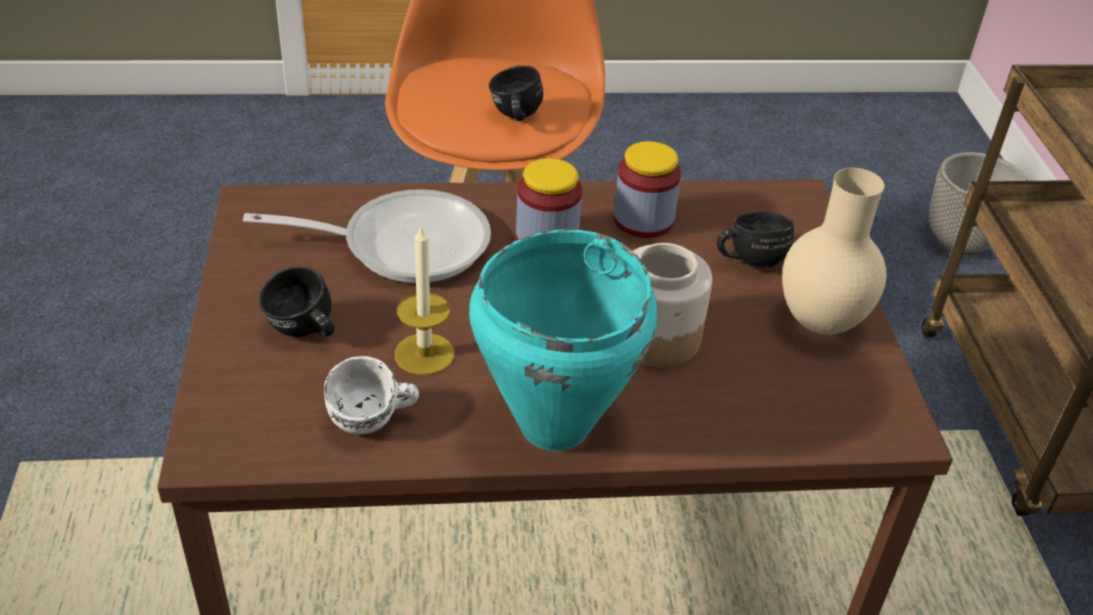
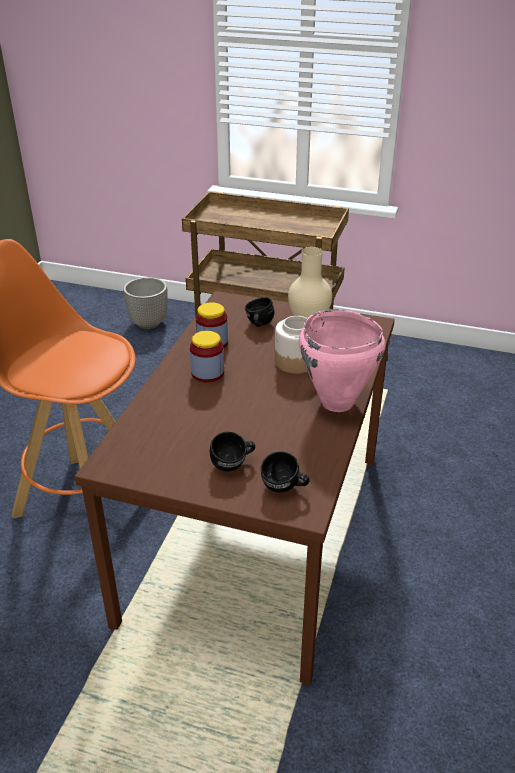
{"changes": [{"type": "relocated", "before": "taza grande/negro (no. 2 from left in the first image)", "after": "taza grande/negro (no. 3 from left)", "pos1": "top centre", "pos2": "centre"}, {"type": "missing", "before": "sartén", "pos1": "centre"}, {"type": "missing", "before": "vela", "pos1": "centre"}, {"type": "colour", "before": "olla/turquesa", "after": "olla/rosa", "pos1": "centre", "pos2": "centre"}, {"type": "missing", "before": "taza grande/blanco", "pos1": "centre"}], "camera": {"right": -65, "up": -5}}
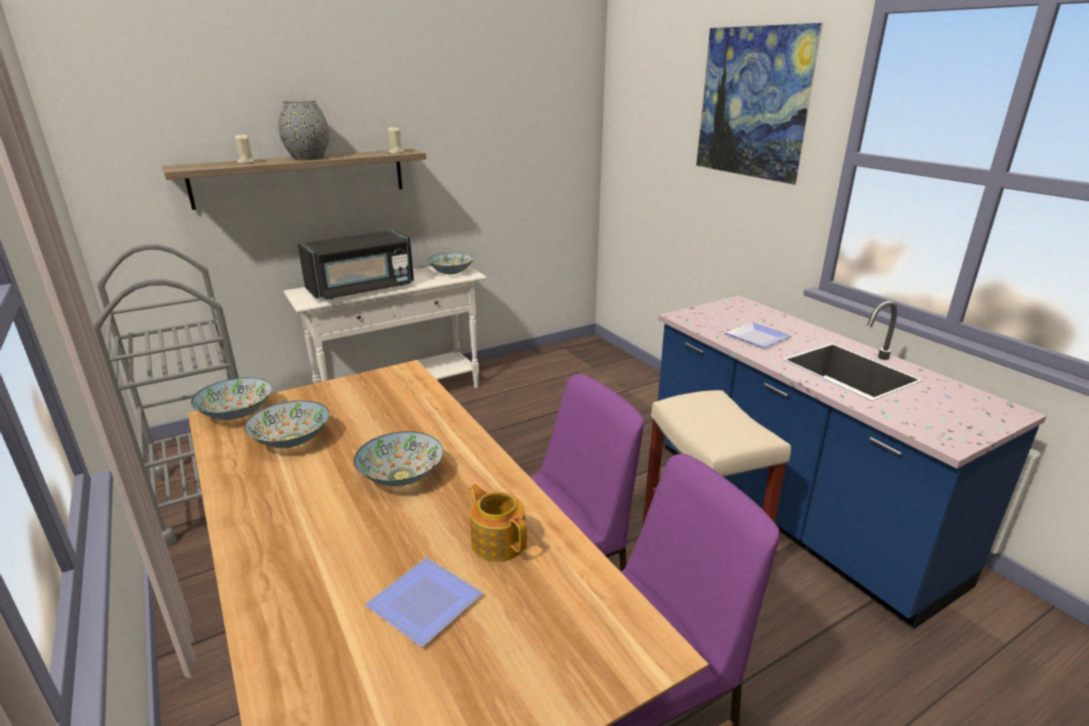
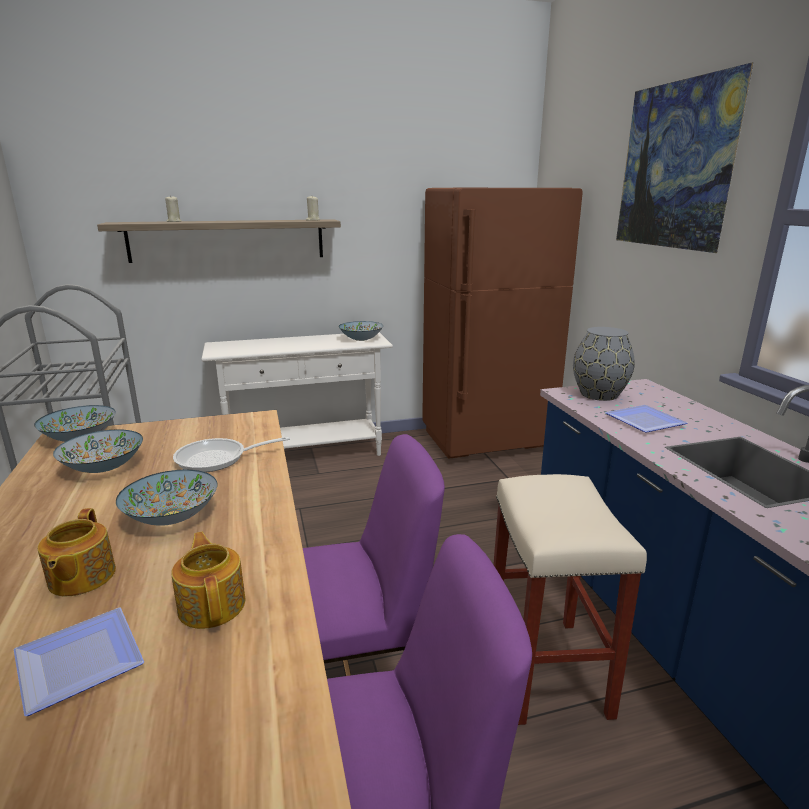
{"changes": [{"type": "relocated", "before": "florero/gris", "pos1": "top left", "pos2": "middle right"}, {"type": "missing", "before": "microondas/negro", "pos1": "middle left"}, {"type": "appeared", "after": "nevera/marrón", "pos2": "centre"}, {"type": "appeared", "after": "sartén", "pos2": "middle left"}, {"type": "appeared", "after": "tetera (no. 1 from left)", "pos2": "bottom left"}], "camera": {"right": 15, "up": -5}}
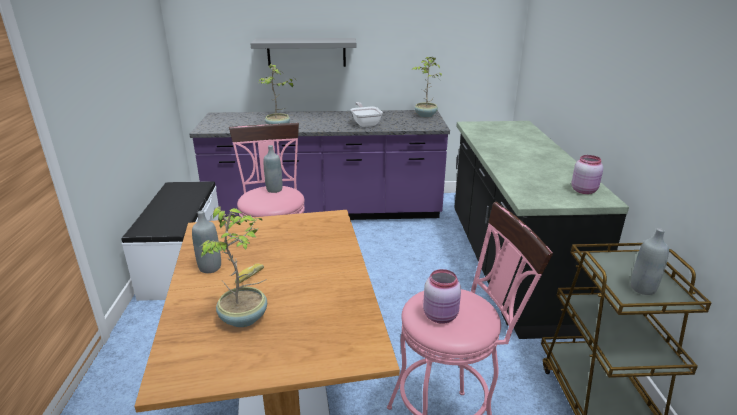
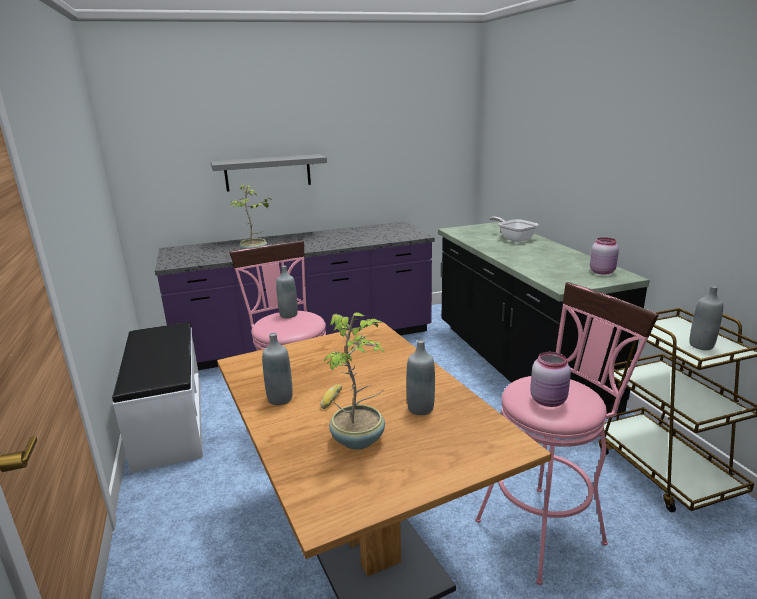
{"changes": [{"type": "missing", "before": "planta en maceta (no. 3 from left)", "pos1": "top centre"}, {"type": "relocated", "before": "sartén", "pos1": "top centre", "pos2": "middle right"}, {"type": "appeared", "after": "botella/gris (no. 3 from left)", "pos2": "centre"}], "camera": {"right": -15, "up": -5}}
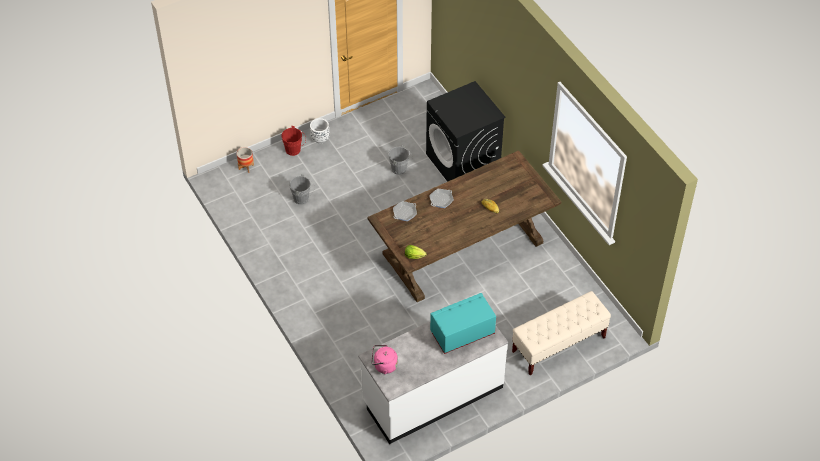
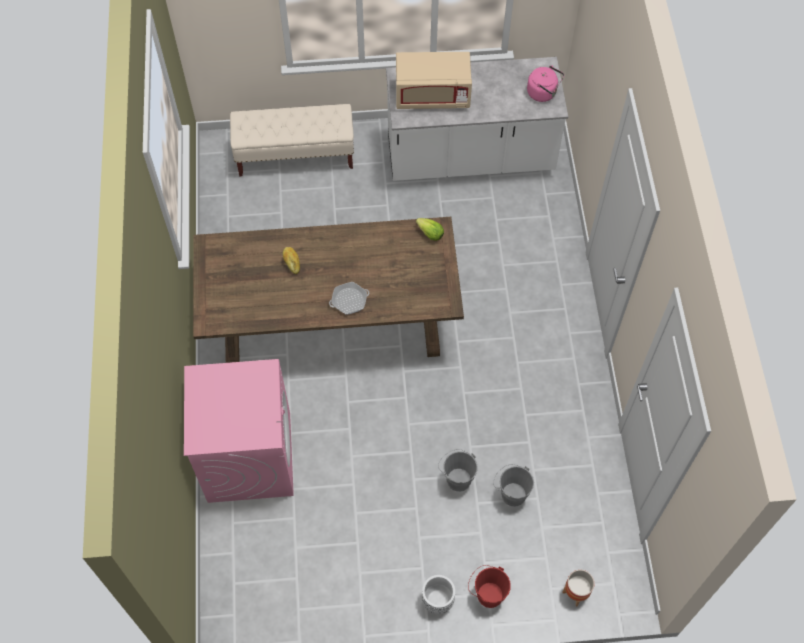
{"changes": [{"type": "colour", "before": "lavadora/negro", "after": "lavadora/rosa", "pos1": "top centre", "pos2": "bottom left"}, {"type": "relocated", "before": "cubo/gris (no. 2 from left in the first image)", "after": "cubo/gris (no. 1 from left)", "pos1": "centre", "pos2": "bottom centre"}, {"type": "missing", "before": "sartén (no. 1 from left)", "pos1": "centre"}, {"type": "colour", "before": "microondas/turquesa", "after": "microondas/beis", "pos1": "bottom centre", "pos2": "top centre"}], "camera": {"right": -155, "up": 10}}
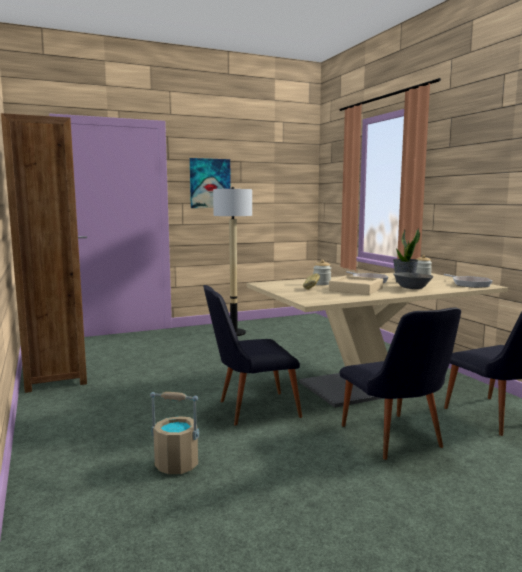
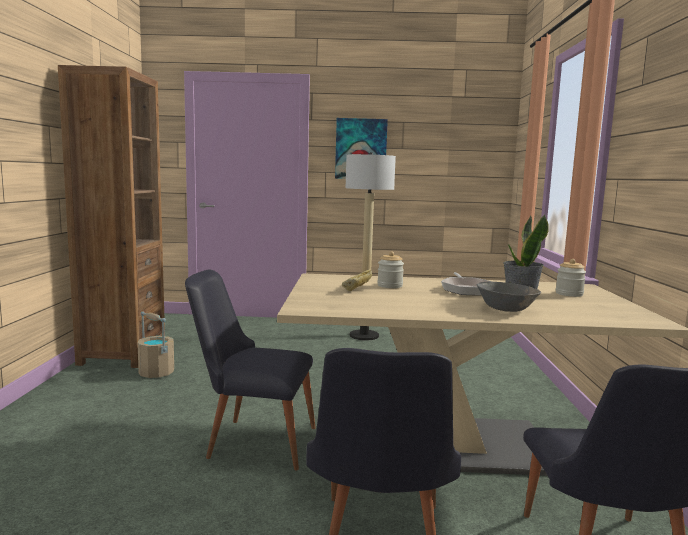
{"changes": [{"type": "missing", "before": "sartén (no. 2 from left)", "pos1": "middle right"}, {"type": "missing", "before": "bandeja/beis", "pos1": "middle right"}, {"type": "relocated", "before": "cubo/beis", "pos1": "bottom centre", "pos2": "middle left"}], "camera": {"right": 25, "up": 0}}
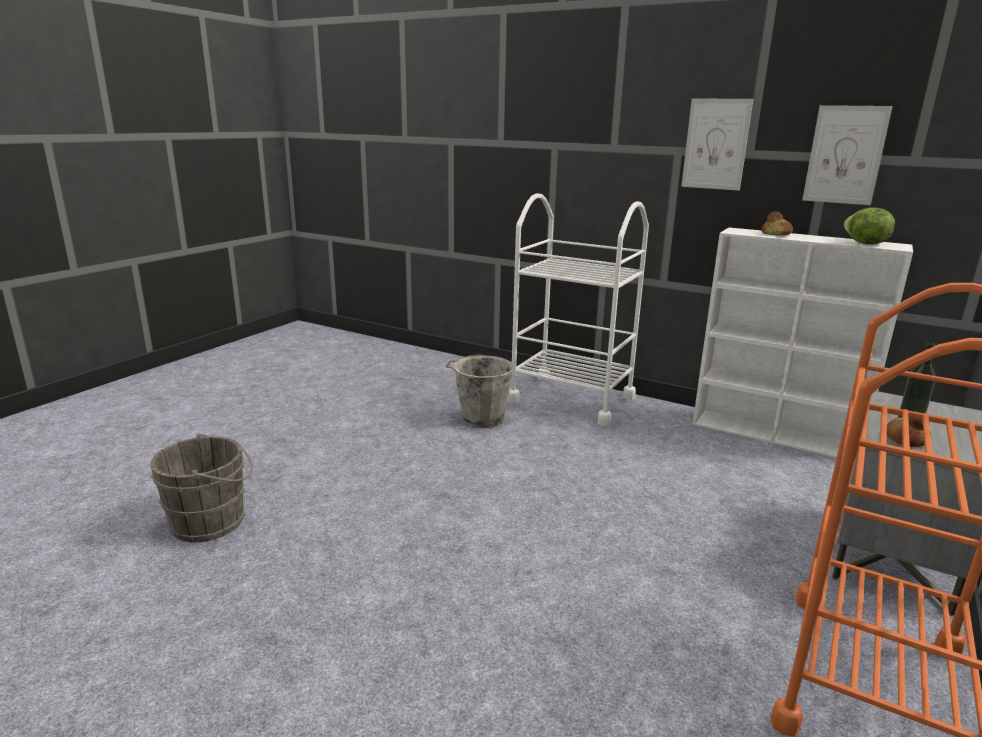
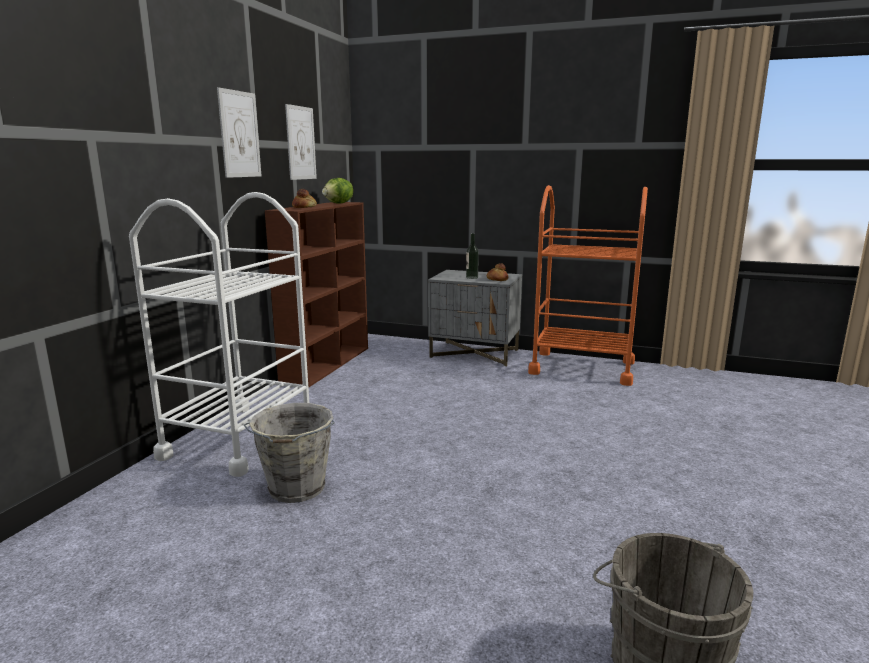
{"changes": [{"type": "colour", "before": "estantería/blanco", "after": "estantería/marrón", "pos1": "middle right", "pos2": "centre"}], "camera": {"right": -100, "up": -5}}
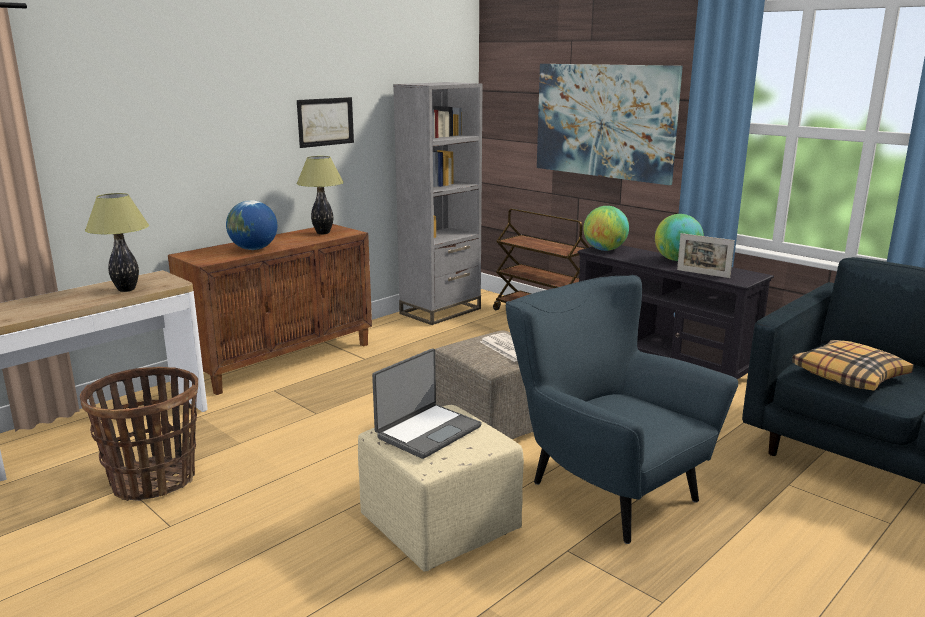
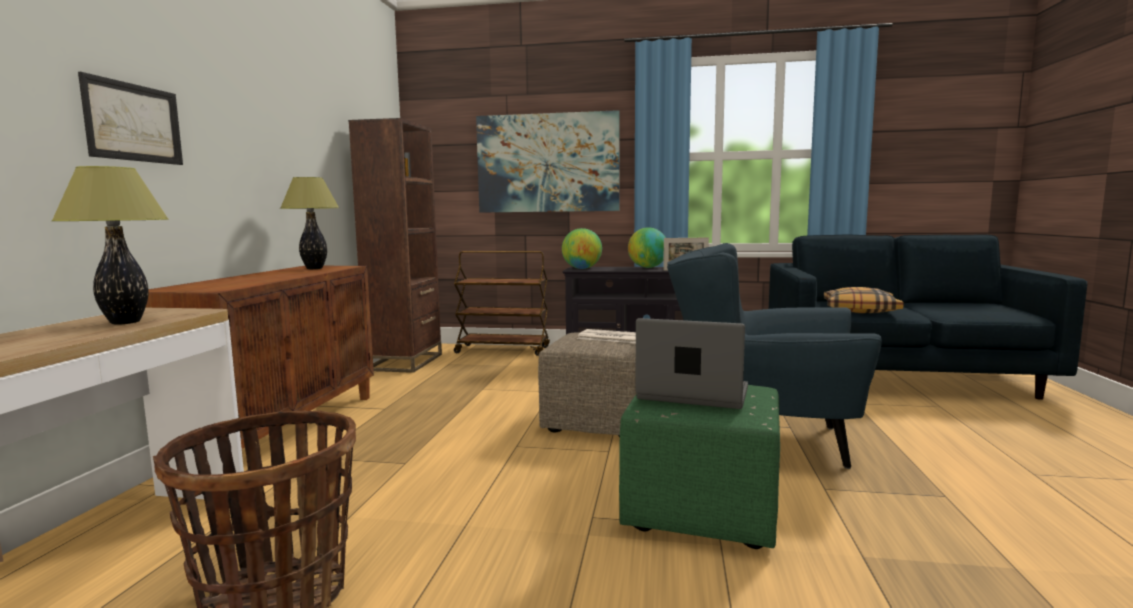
{"changes": [{"type": "colour", "before": "estantería/gris", "after": "estantería/marrón", "pos1": "top centre", "pos2": "centre"}, {"type": "relocated", "before": "cuadro (no. 1 from left)", "pos1": "top centre", "pos2": "top left"}, {"type": "missing", "before": "globo terráqueo (no. 1 from left)", "pos1": "middle left"}, {"type": "spun", "before": "portátil", "pos1": "centre", "pos2": "centre", "turn": -75}, {"type": "colour", "before": "puf/beis (no. 1 from left)", "after": "puf/verde", "pos1": "bottom centre", "pos2": "bottom centre"}], "camera": {"right": -35, "up": -10}}
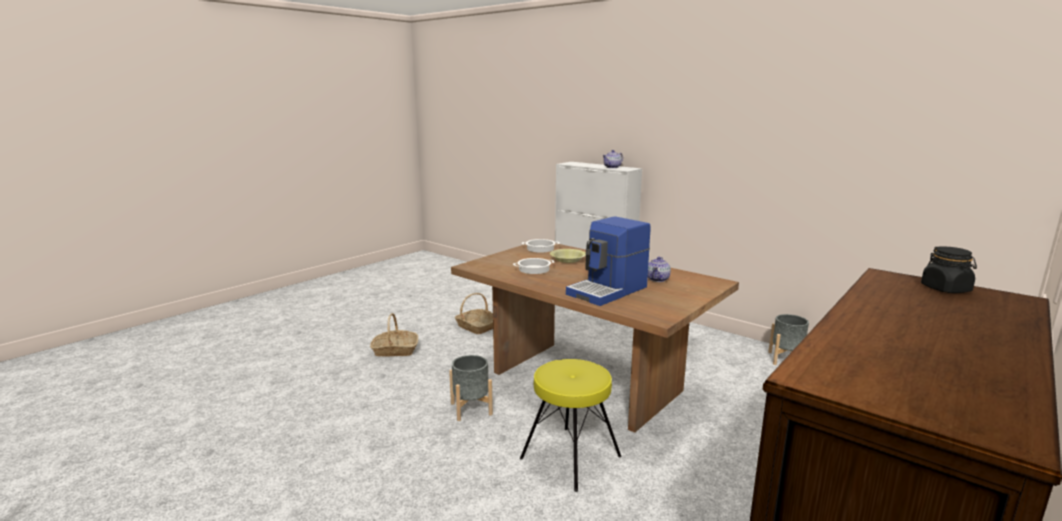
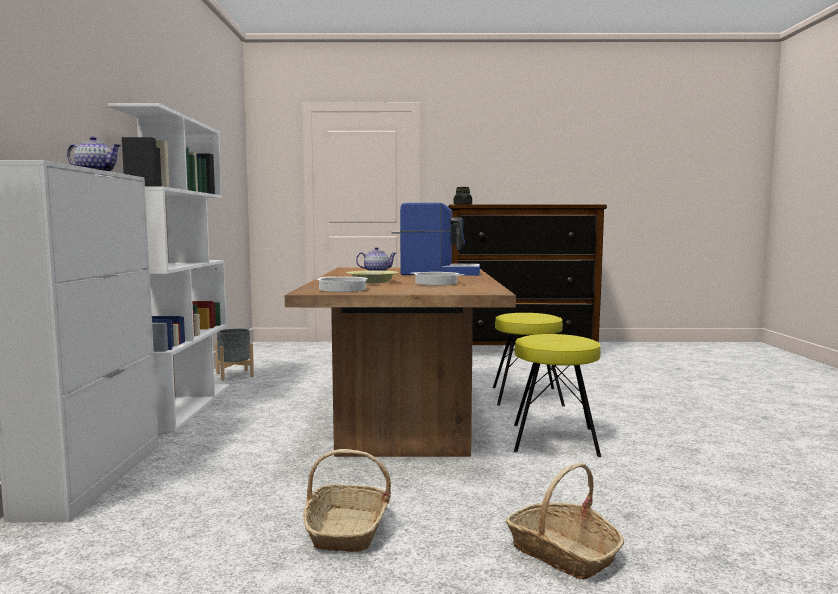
{"changes": [{"type": "exchanged", "before": "maceta/gris (no. 1 from left)", "after": "taburete/amarillo (no. 2 from left)", "pos1": "bottom centre", "pos2": "centre"}, {"type": "appeared", "after": "estantería/blanco", "pos2": "middle left"}], "camera": {"right": -130, "up": -10}}
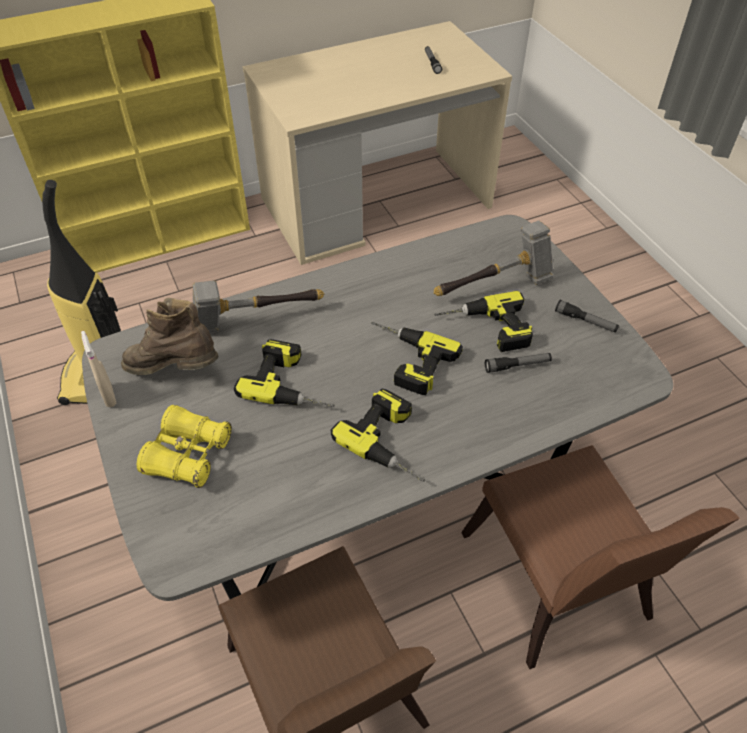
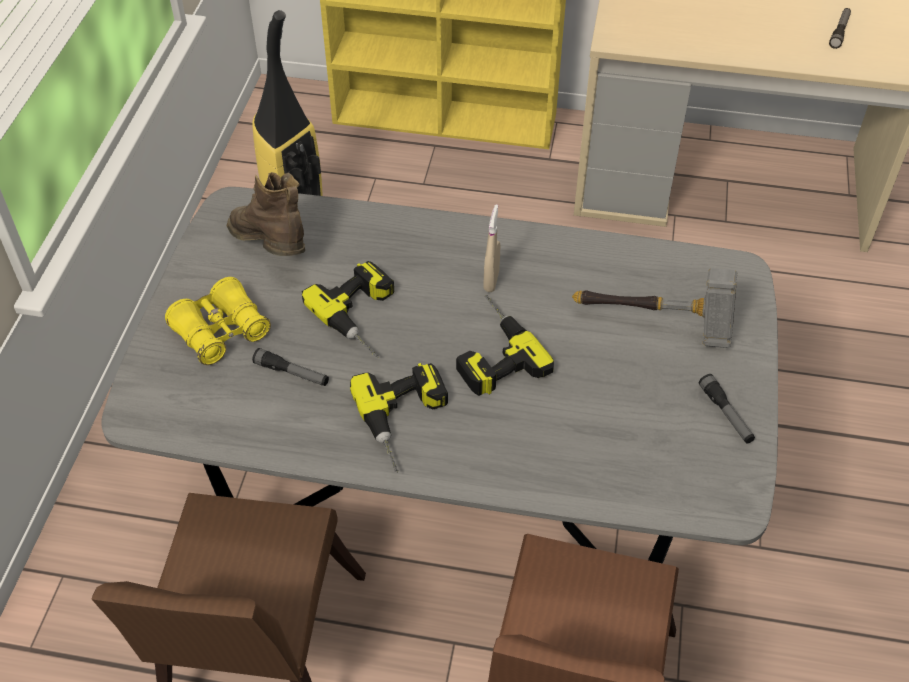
{"changes": [{"type": "missing", "before": "martillo (no. 1 from left)", "pos1": "centre"}, {"type": "missing", "before": "taladro (no. 4 from left)", "pos1": "centre"}, {"type": "relocated", "before": "pulverizador/beis", "pos1": "middle left", "pos2": "centre"}, {"type": "relocated", "before": "linterna (no. 2 from left in the first image)", "after": "linterna (no. 1 from left)", "pos1": "middle right", "pos2": "middle left"}], "camera": {"right": 35, "up": 0}}
